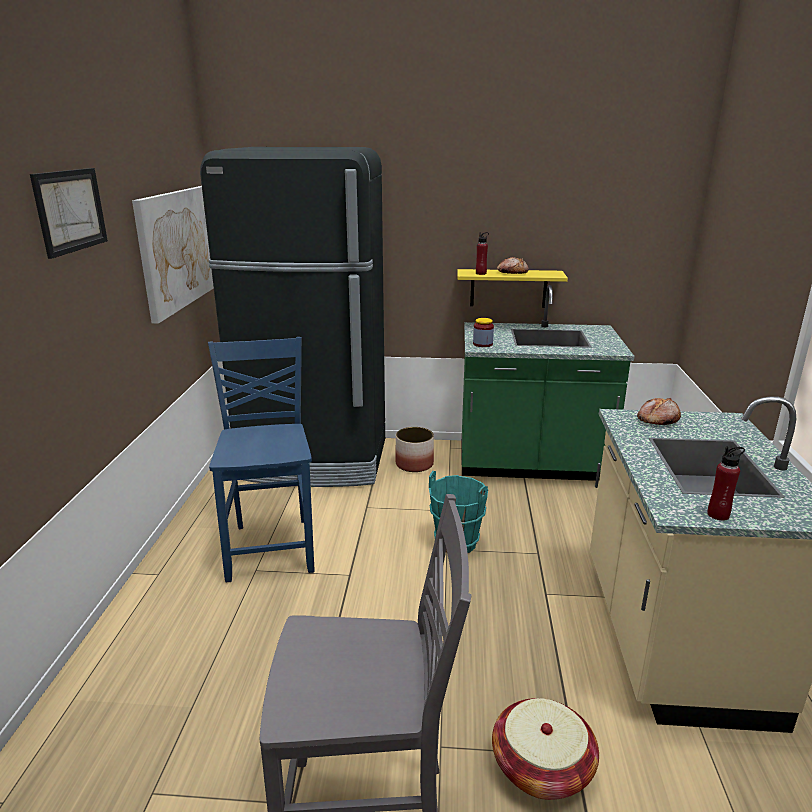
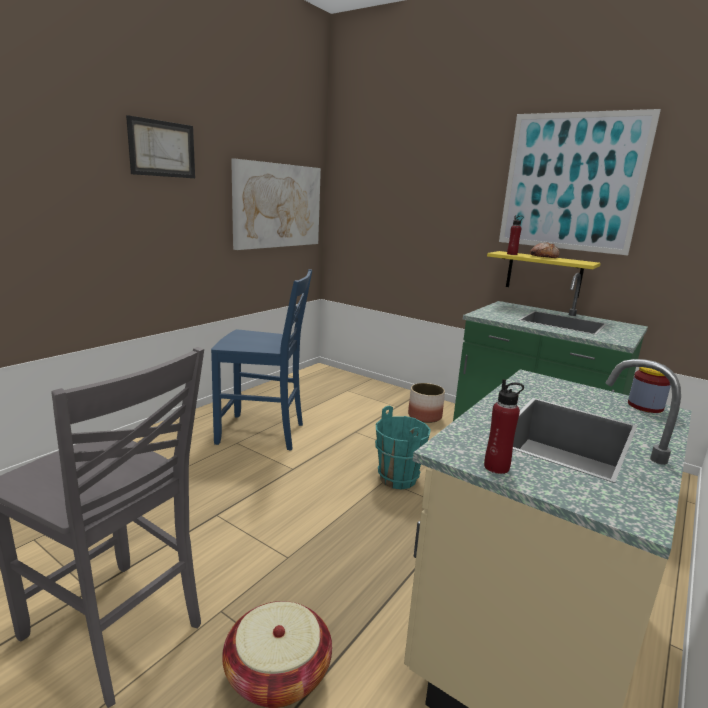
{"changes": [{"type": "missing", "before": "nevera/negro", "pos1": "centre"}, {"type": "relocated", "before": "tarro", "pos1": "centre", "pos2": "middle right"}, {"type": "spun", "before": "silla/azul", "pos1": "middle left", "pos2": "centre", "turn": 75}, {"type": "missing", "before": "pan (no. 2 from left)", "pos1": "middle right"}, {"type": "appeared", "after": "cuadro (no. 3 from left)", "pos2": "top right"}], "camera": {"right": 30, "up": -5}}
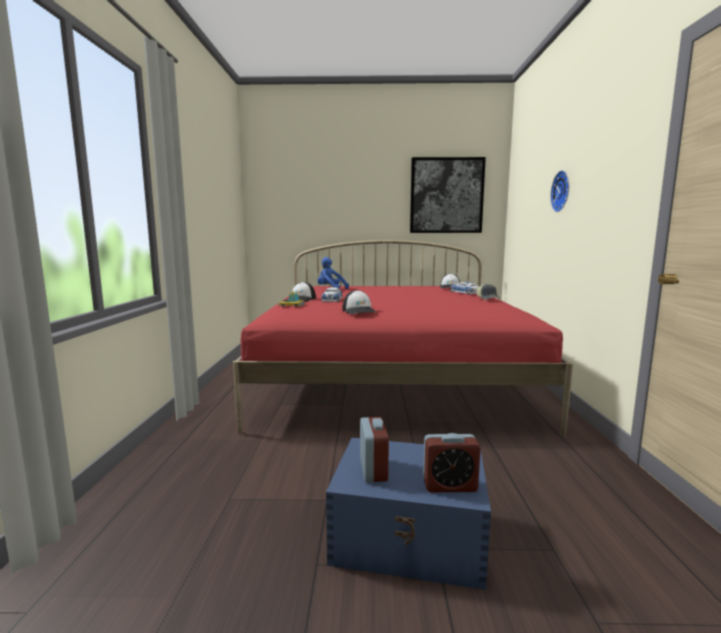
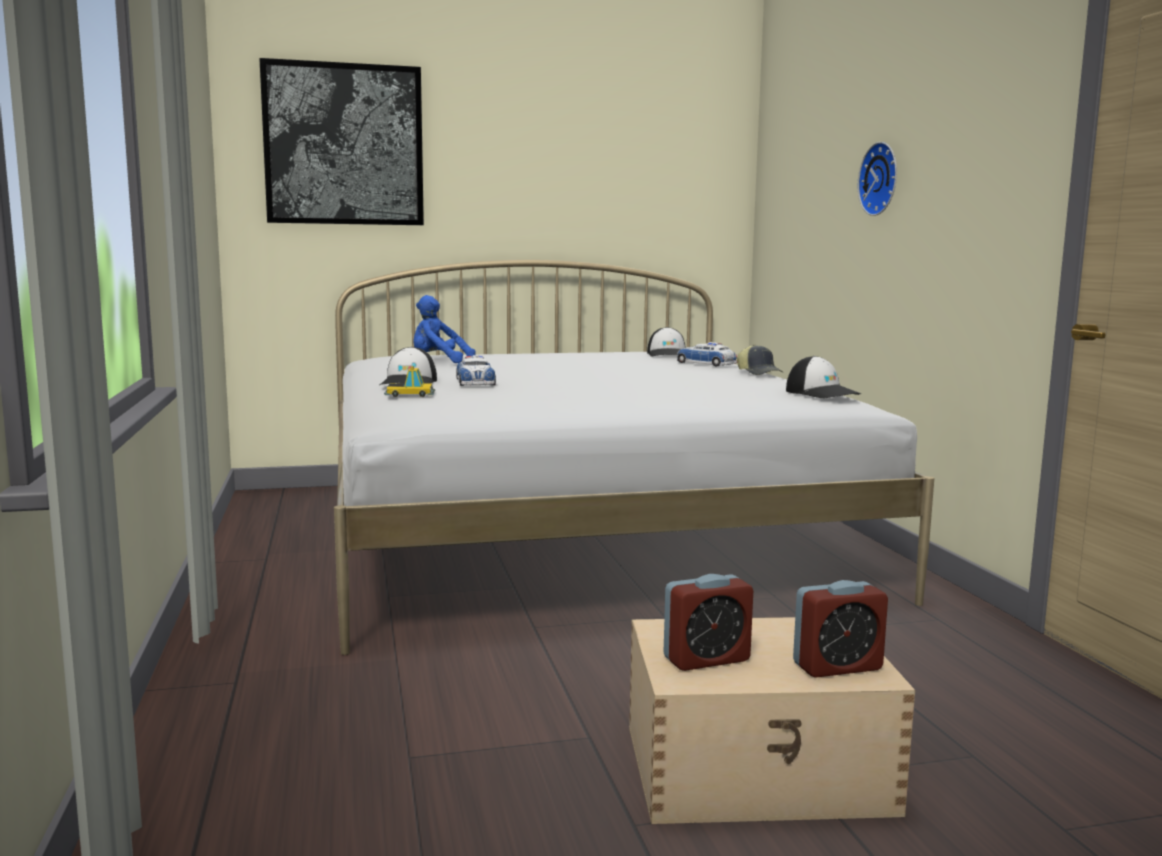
{"changes": [{"type": "relocated", "before": "cuadro", "pos1": "top centre", "pos2": "top left"}, {"type": "colour", "before": "cama/rojo", "after": "cama/blanco", "pos1": "centre", "pos2": "centre"}, {"type": "relocated", "before": "gorra (no. 2 from left in the first image)", "after": "gorra (no. 4 from left)", "pos1": "centre", "pos2": "middle right"}, {"type": "spun", "before": "despertador (no. 1 from left)", "pos1": "bottom centre", "pos2": "bottom centre", "turn": 90}, {"type": "colour", "before": "caja de almacenaje/azul", "after": "caja de almacenaje/beis", "pos1": "bottom centre", "pos2": "bottom centre"}], "camera": {"right": -15, "up": 0}}
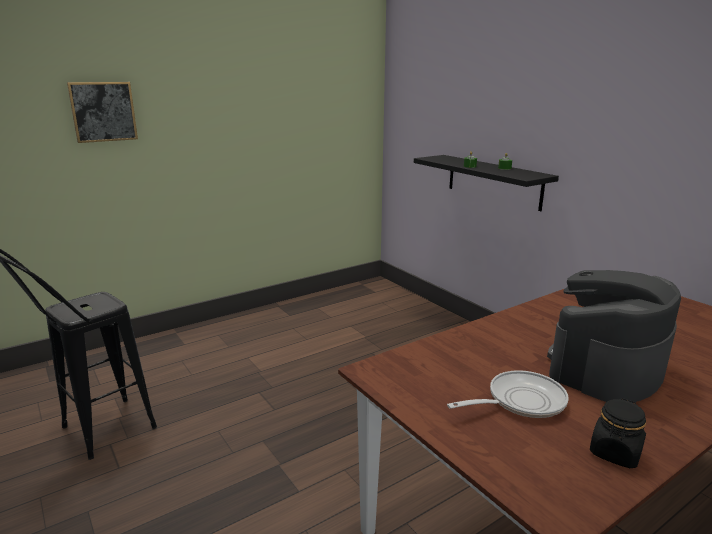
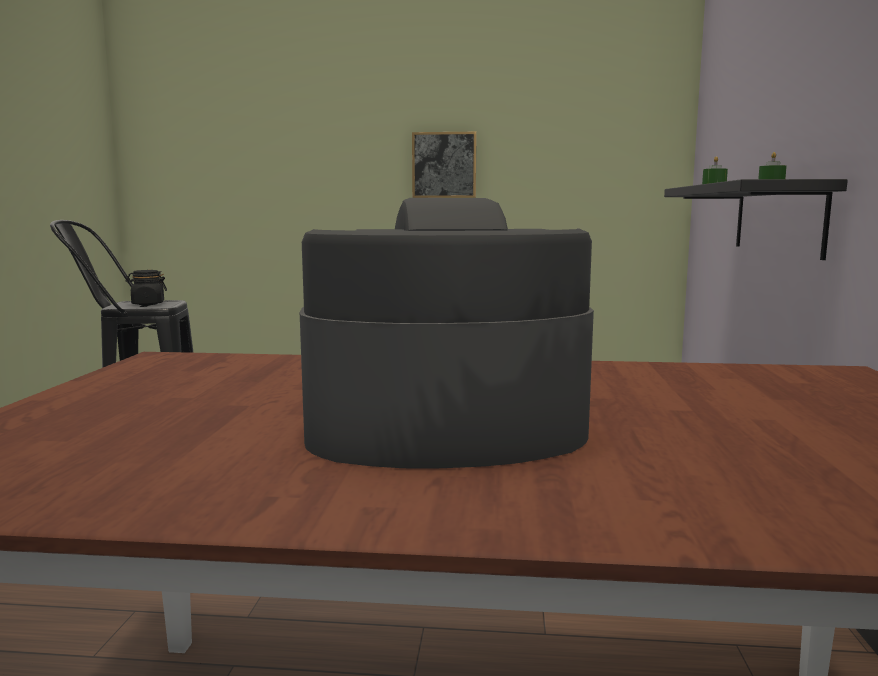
{"changes": [{"type": "relocated", "before": "cuadro", "pos1": "top left", "pos2": "top centre"}, {"type": "missing", "before": "sartén", "pos1": "bottom right"}, {"type": "relocated", "before": "tarro/negro", "pos1": "bottom right", "pos2": "middle left"}], "camera": {"right": 40, "up": -10}}
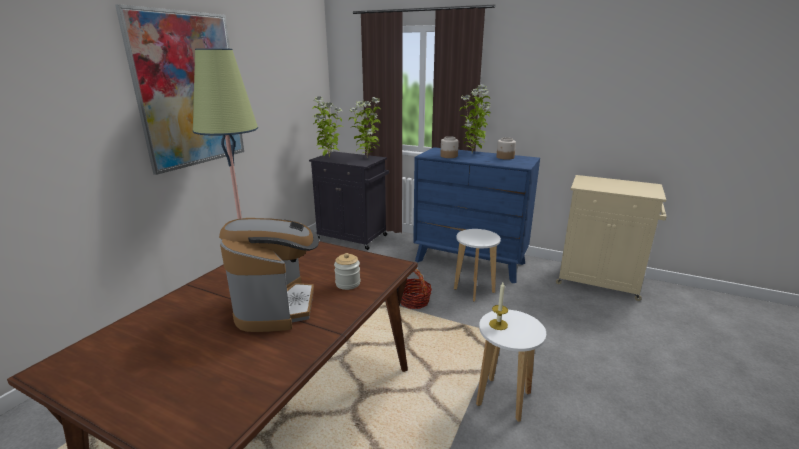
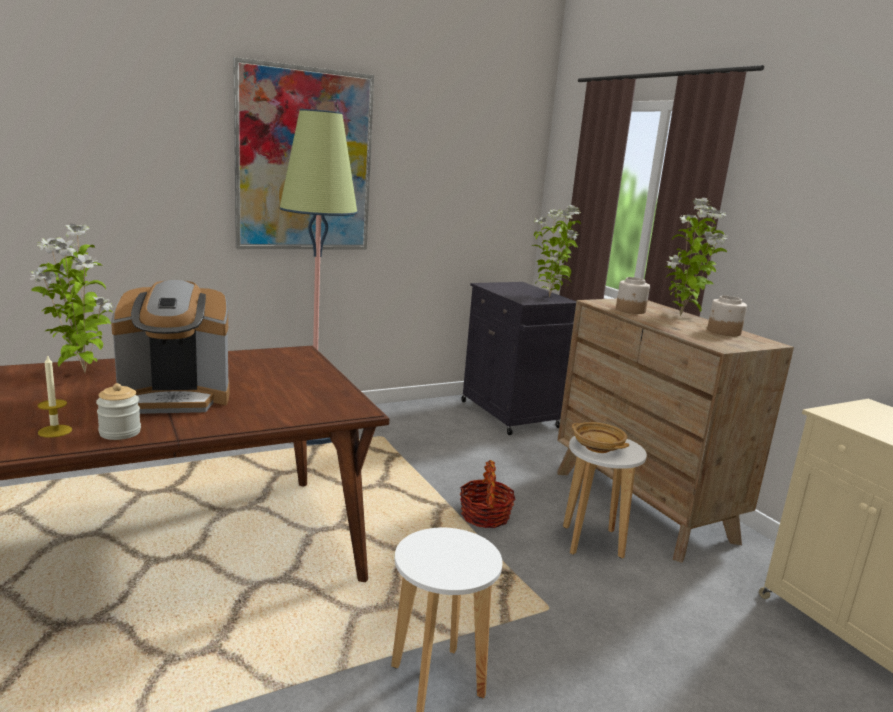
{"changes": [{"type": "relocated", "before": "planta en maceta (no. 1 from left)", "pos1": "top centre", "pos2": "middle left"}, {"type": "colour", "before": "cómoda/azul", "after": "cómoda/marrón", "pos1": "centre", "pos2": "middle right"}, {"type": "spun", "before": "cafetera", "pos1": "centre", "pos2": "middle left", "turn": 45}, {"type": "relocated", "before": "tarro (no. 1 from left)", "pos1": "centre", "pos2": "middle left"}, {"type": "relocated", "before": "vela", "pos1": "bottom centre", "pos2": "middle left"}, {"type": "appeared", "after": "cuenco/beis", "pos2": "middle right"}], "camera": {"right": 35, "up": -5}}
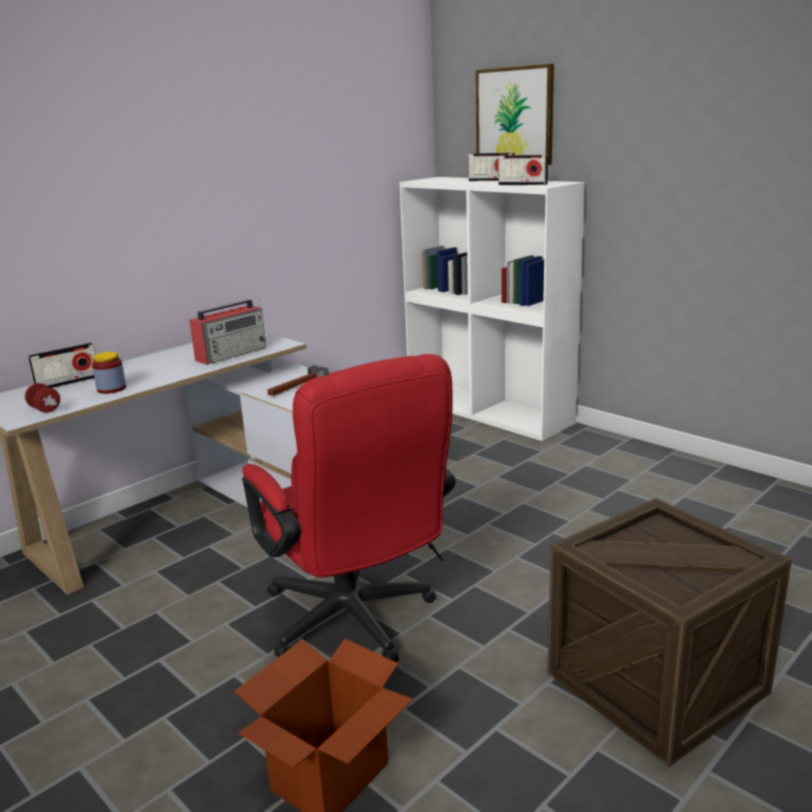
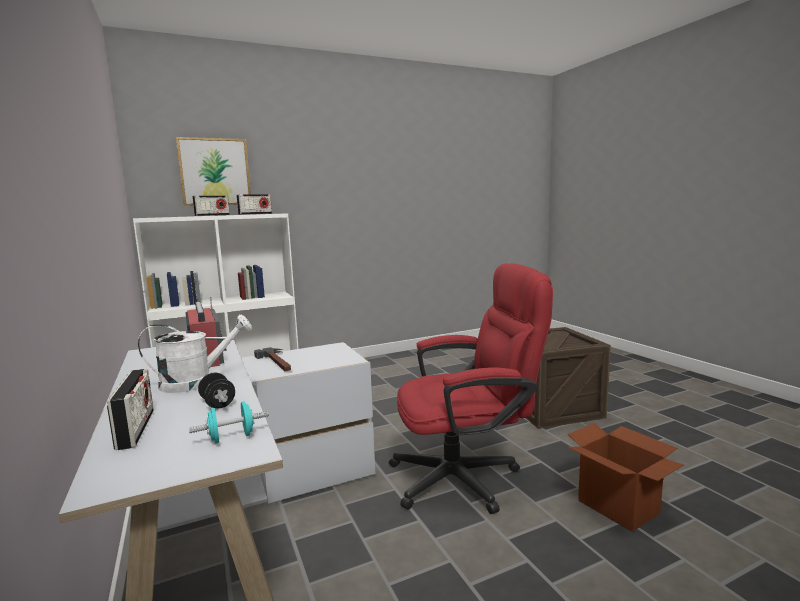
{"changes": [{"type": "exchanged", "before": "tarro", "after": "mancuerna/negro", "pos1": "middle left", "pos2": "middle left"}, {"type": "colour", "before": "mancuerna/rojo", "after": "mancuerna/turquesa", "pos1": "middle left", "pos2": "bottom left"}, {"type": "appeared", "after": "regadera/blanco", "pos2": "middle left"}], "camera": {"right": -70, "up": -10}}
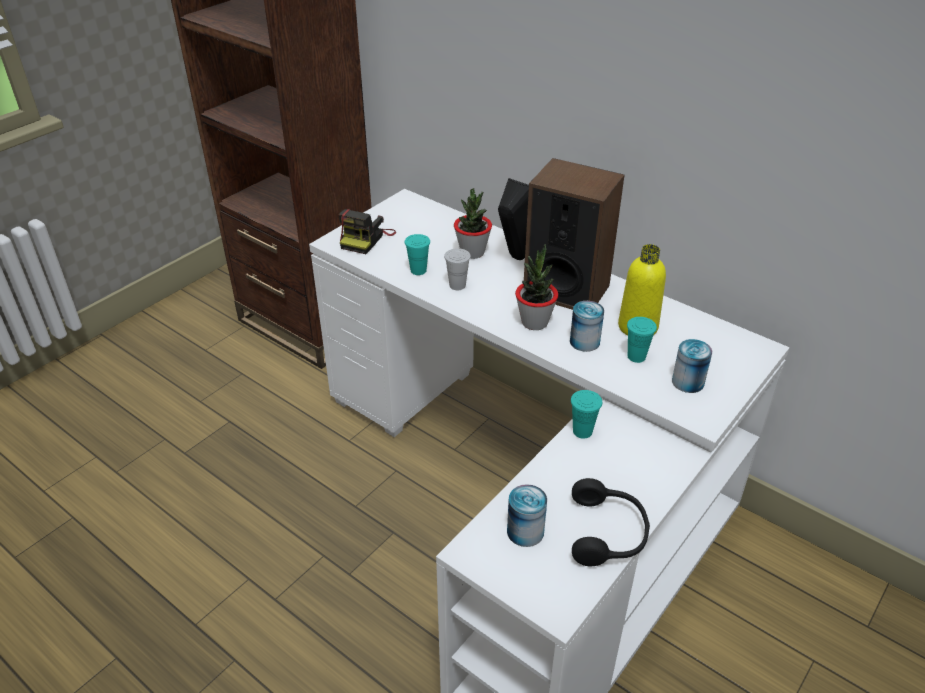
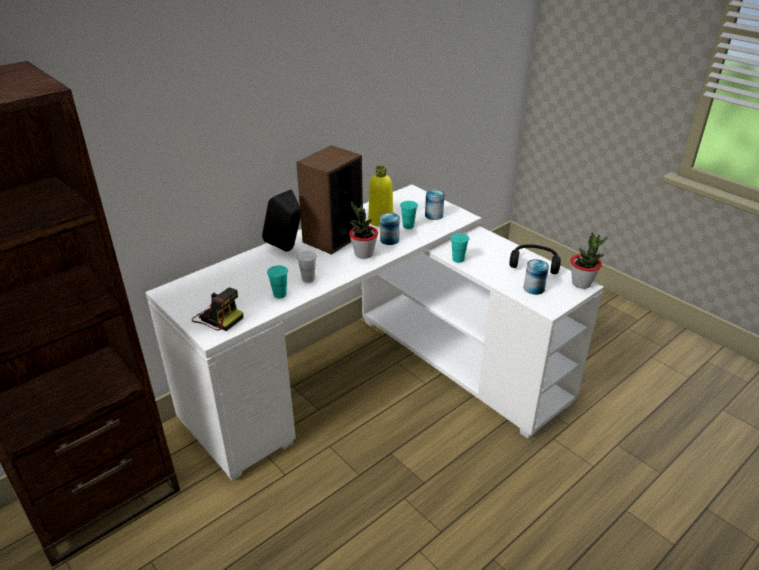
{"changes": [{"type": "relocated", "before": "planta en maceta (no. 1 from left in the first image)", "after": "planta en maceta (no. 2 from left)", "pos1": "top centre", "pos2": "middle right"}], "camera": {"right": -80, "up": -5}}
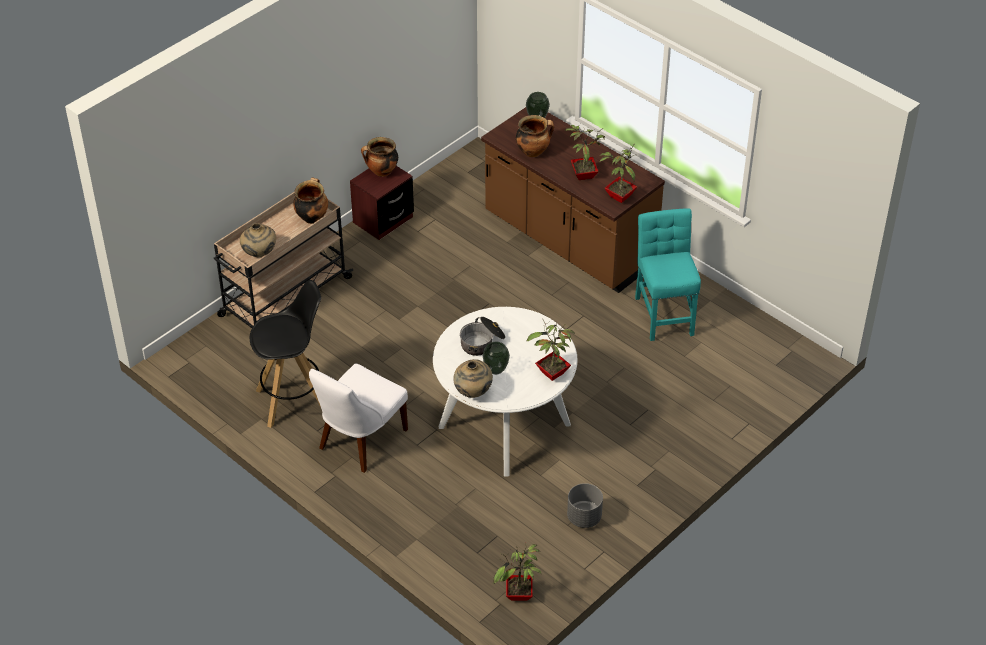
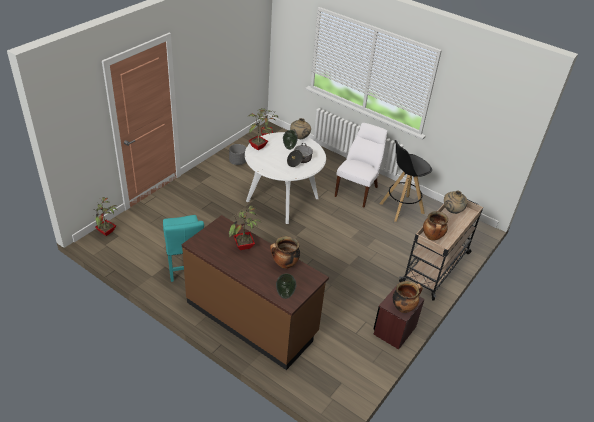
{"changes": [{"type": "relocated", "before": "planta en maceta (no. 4 from left in the first image)", "after": "planta en maceta (no. 1 from left)", "pos1": "top centre", "pos2": "middle left"}], "camera": {"right": 170, "up": -5}}
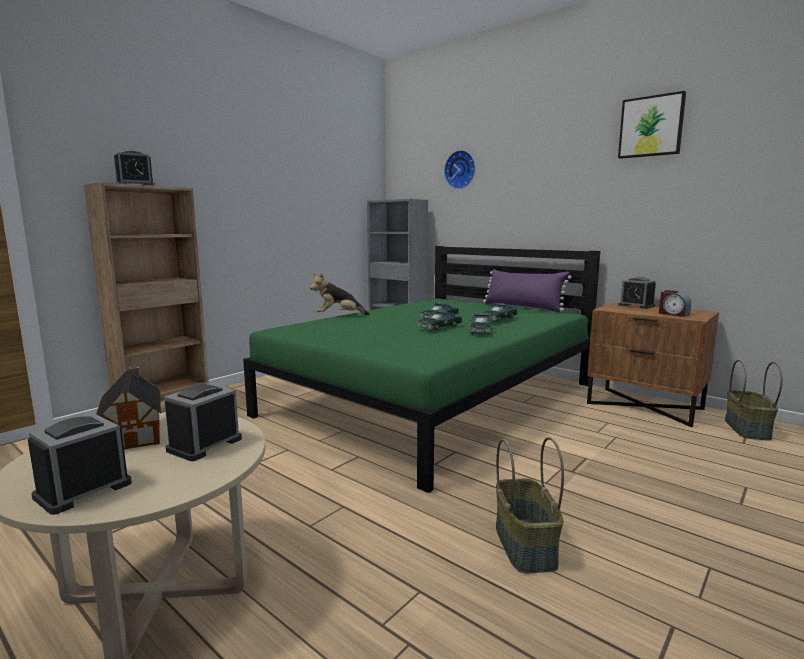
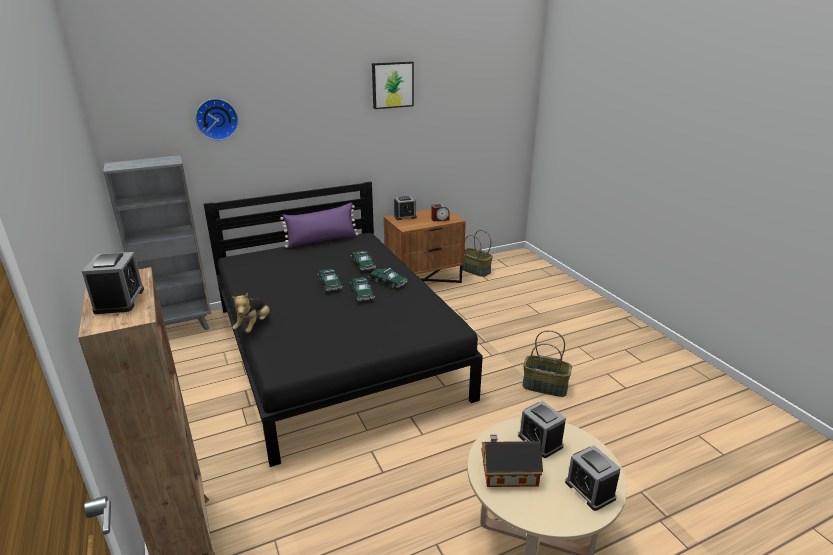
{"changes": [{"type": "colour", "before": "cama/verde", "after": "cama/negro", "pos1": "centre", "pos2": "centre"}], "camera": {"right": -65, "up": 15}}
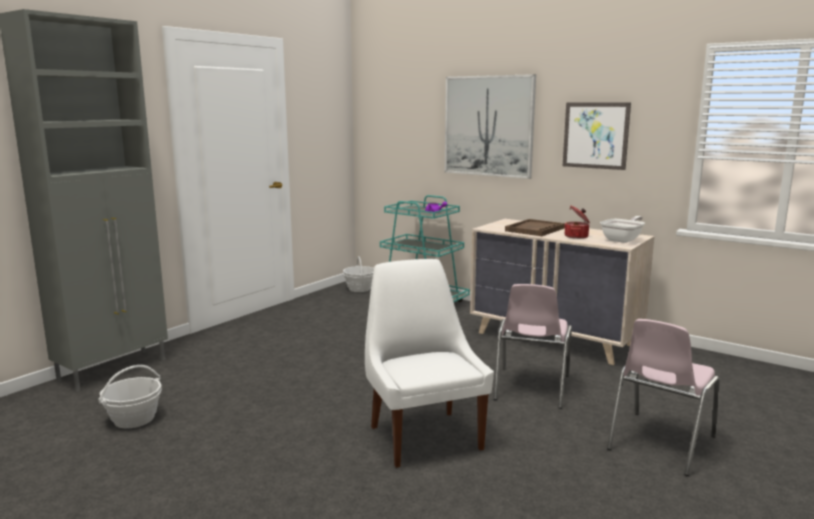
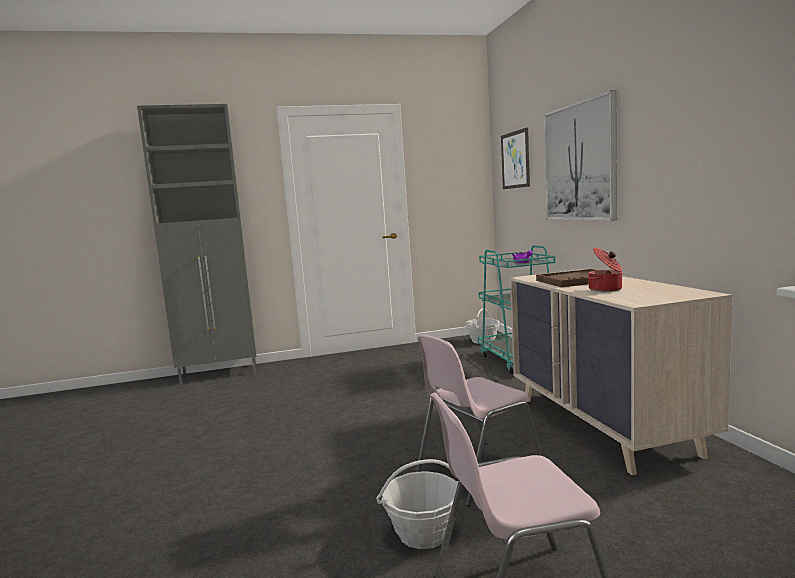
{"changes": [{"type": "relocated", "before": "cuadro (no. 2 from left in the first image)", "after": "cuadro (no. 1 from left)", "pos1": "top right", "pos2": "top centre"}, {"type": "missing", "before": "sartén", "pos1": "middle right"}, {"type": "missing", "before": "silla/blanco", "pos1": "bottom centre"}, {"type": "relocated", "before": "cesta (no. 1 from left)", "pos1": "bottom left", "pos2": "bottom centre"}], "camera": {"right": 40, "up": -5}}
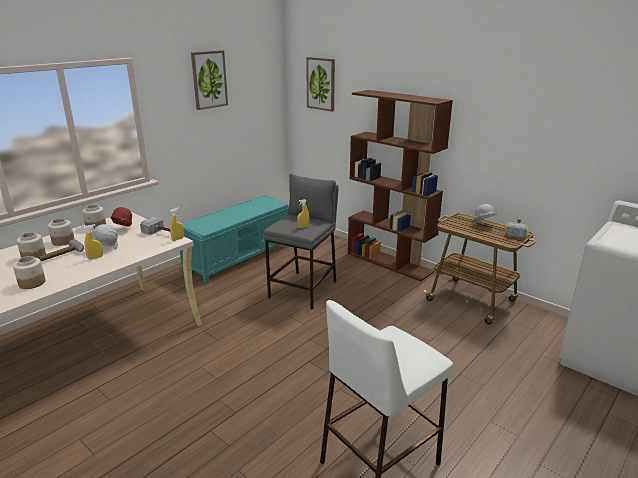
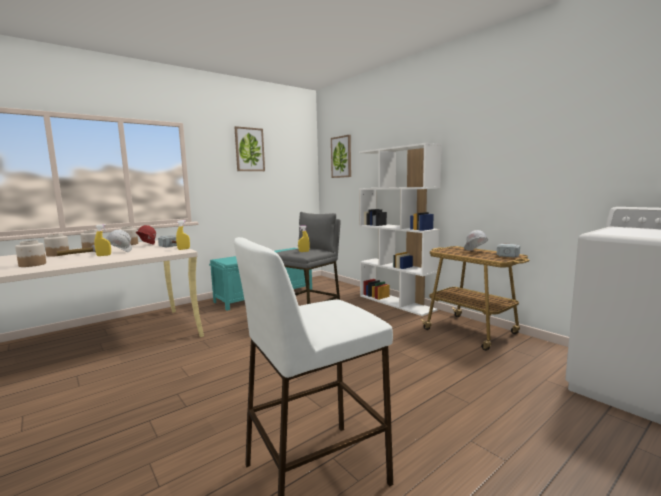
{"changes": [{"type": "colour", "before": "estantería/marrón", "after": "estantería/blanco", "pos1": "centre", "pos2": "centre"}], "camera": {"right": 10, "up": -15}}
